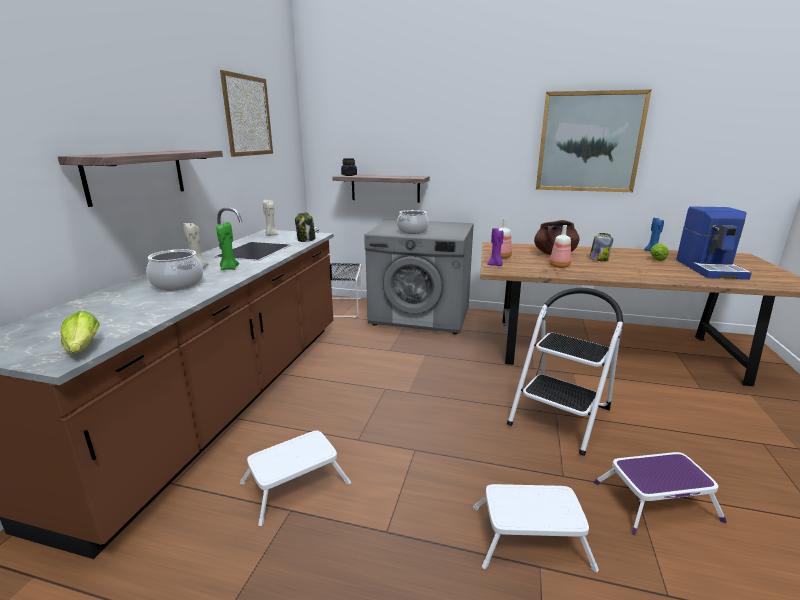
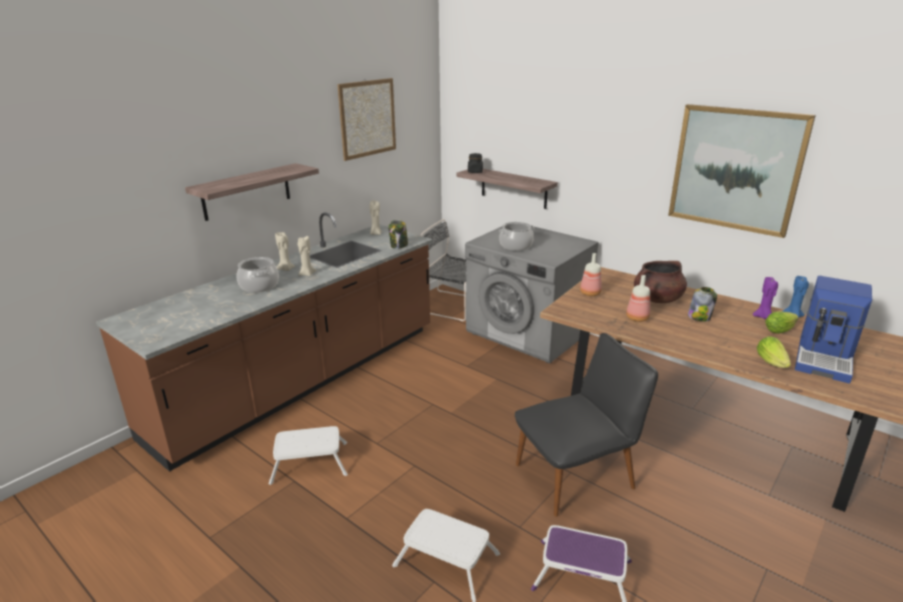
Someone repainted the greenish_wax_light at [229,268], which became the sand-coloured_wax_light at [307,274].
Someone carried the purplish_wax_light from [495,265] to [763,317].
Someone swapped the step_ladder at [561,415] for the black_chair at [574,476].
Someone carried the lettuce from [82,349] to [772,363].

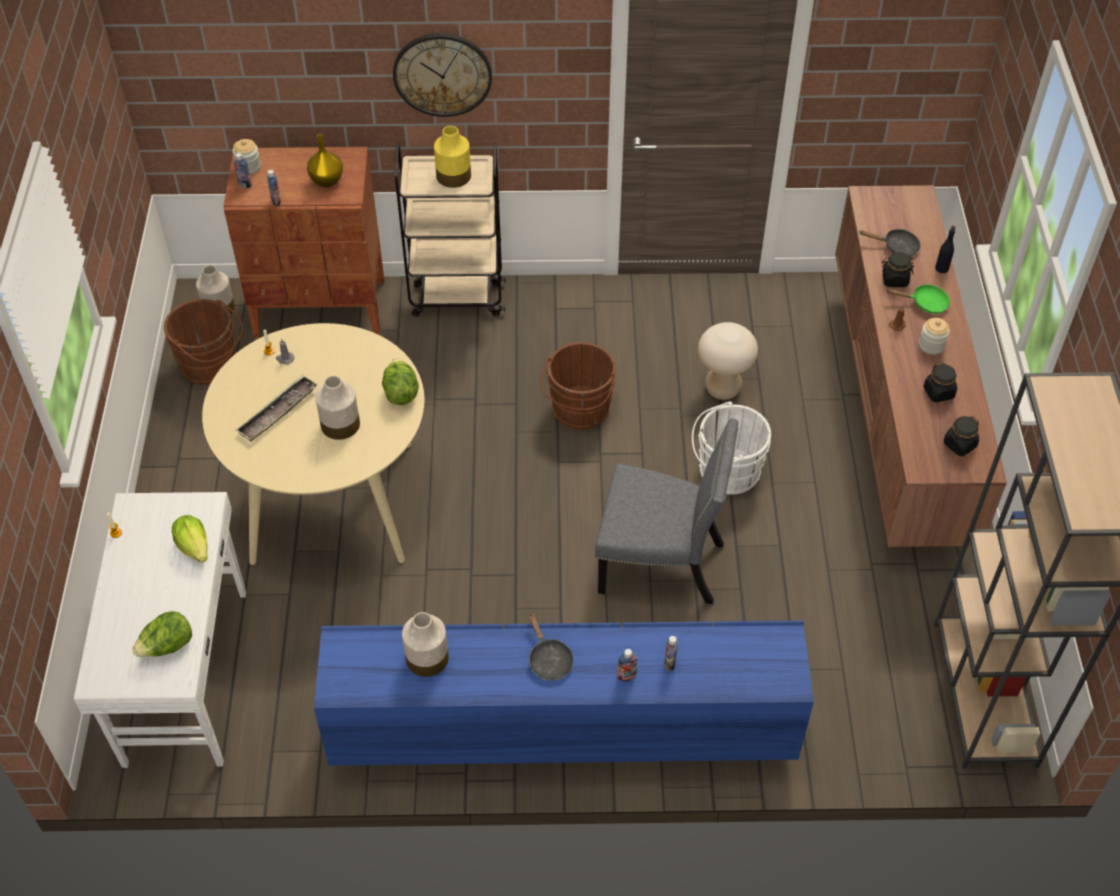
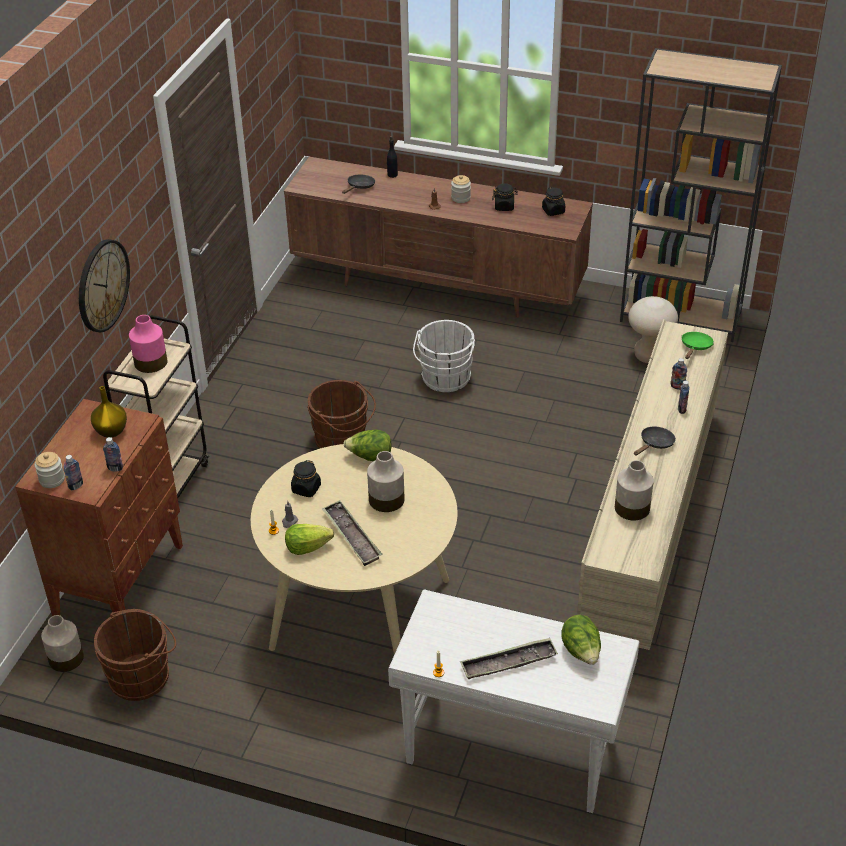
Someone repainted the yellowish_vase at [453,175], which became the pink_vase at [150,362].
Someone carried the black_storage_jar from [894,279] to [306,489].
Someone carried the greenish_frying_pan from [925,303] to [695,347].
Someone carried the sand-coloured_stool from [722,388] to [648,356].
Someone took away the greyish_chair at [659,564].
Someone carried the lettuce from [194,547] to [307,547].
Someone rotated the black_frying_pan at [548,659] by 45 degrees counterclockwise.
Someone repainted the blue-coloured_cabinet at [563,737], which became the sand-coloured_cabinet at [651,522].
Someone put down the serving_tray at [508,662].

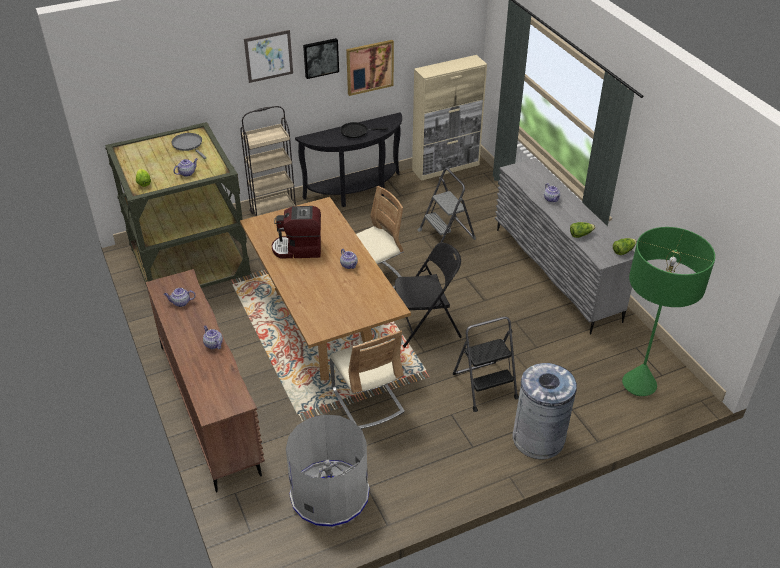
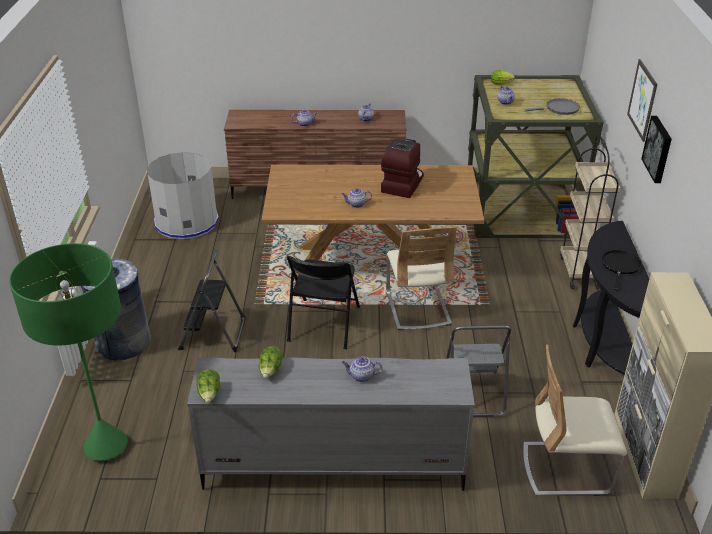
Someone took away the picture at [369,67].
Someone carried the sand-coloured_chair from [367,401] to [566,469].

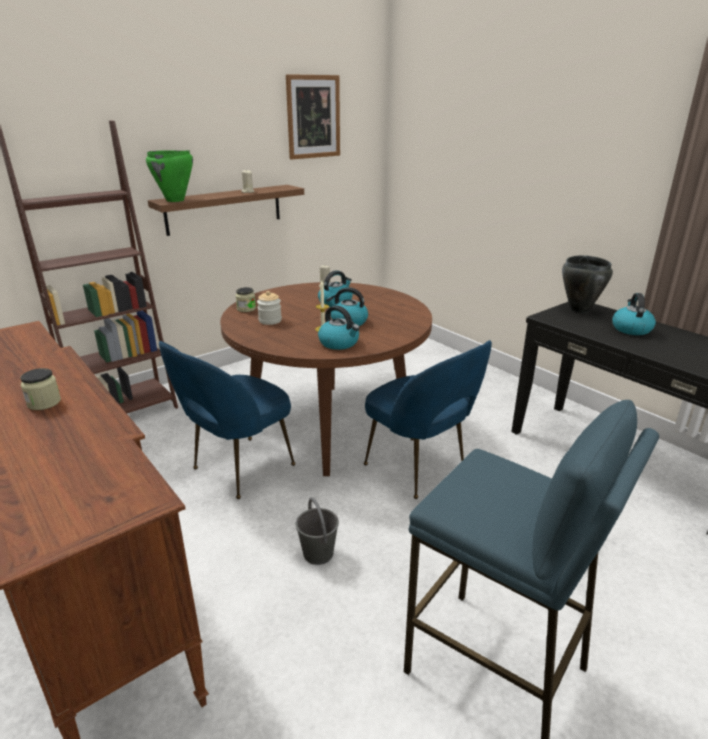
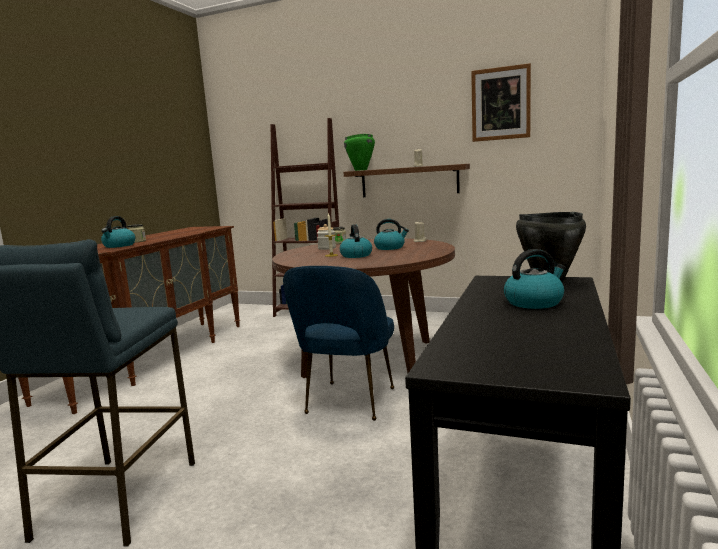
Someone carried the water_kettle from [339,343] to [119,246].
Someone took away the blue-coloured_chair at [237,470].
Someone took away the greyish_bucket at [318,553].

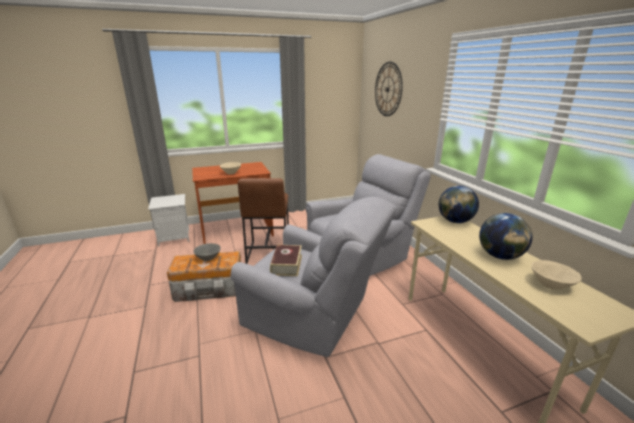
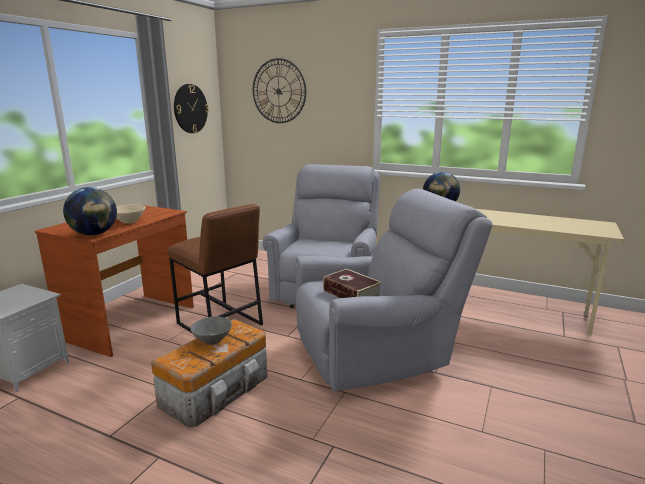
Someone carried the desk_globe from [500,256] to [94,234].
Someone took away the sand-coloured_serving_bowl at [551,285].
Someone put up the hanging_clock at [190,108].

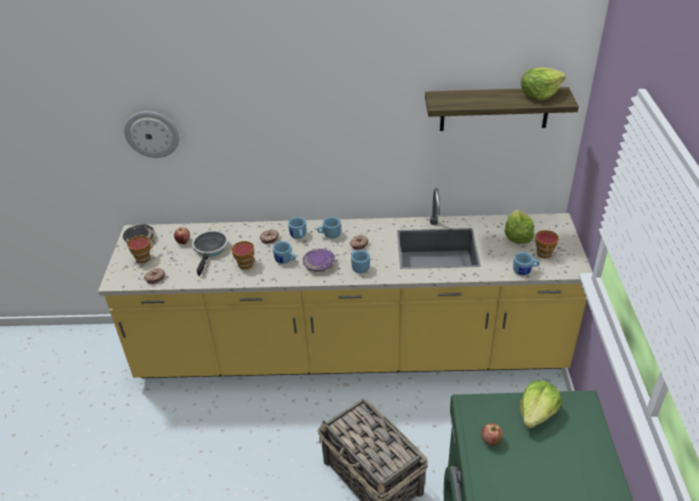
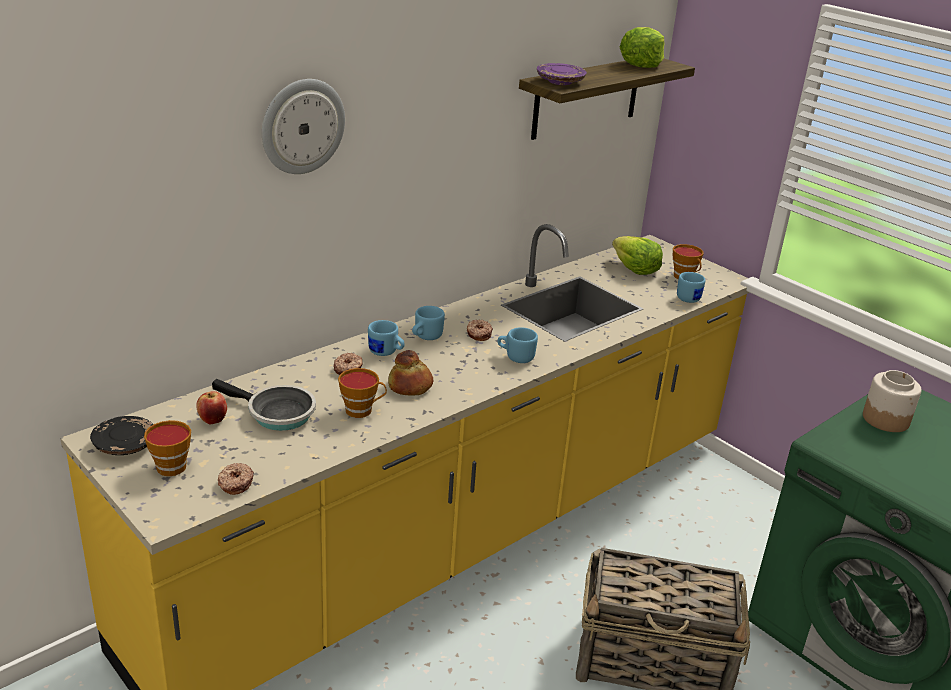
Someone carried the hanging_clock from [152,134] to [302,126].
Someone rotated the frying_pan at [210,250] by 150 degrees clockwise.
Someone swapped the blue-coloured_mug at [285,261] for the bakery_bread at [411,385].
Someone carried the purplish_dinner_plate from [319,265] to [560,82].
Someone swapped the lettuce at [537,413] for the storage_jar at [885,419].
Someone took away the apple at [490,441].

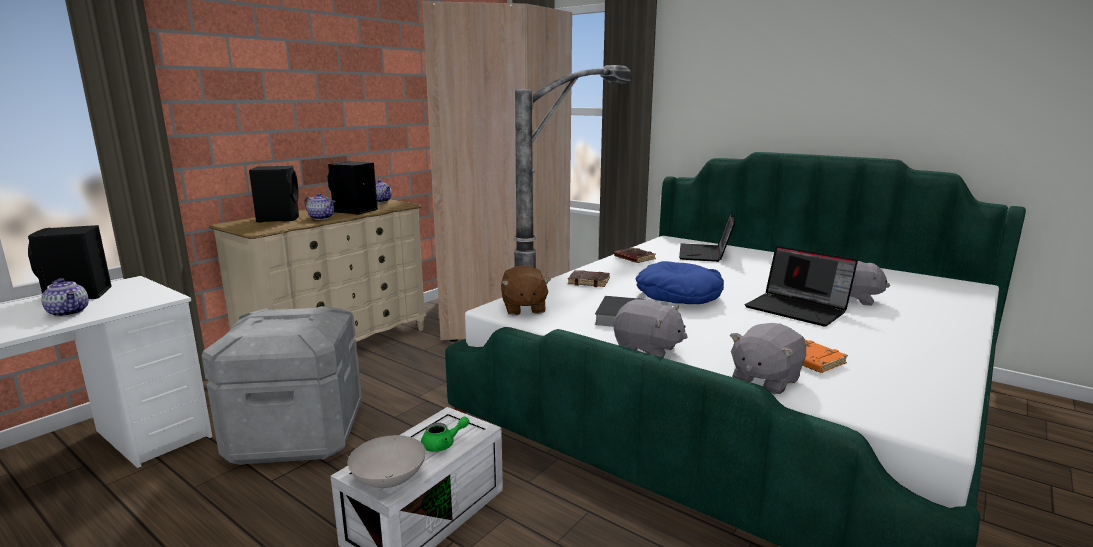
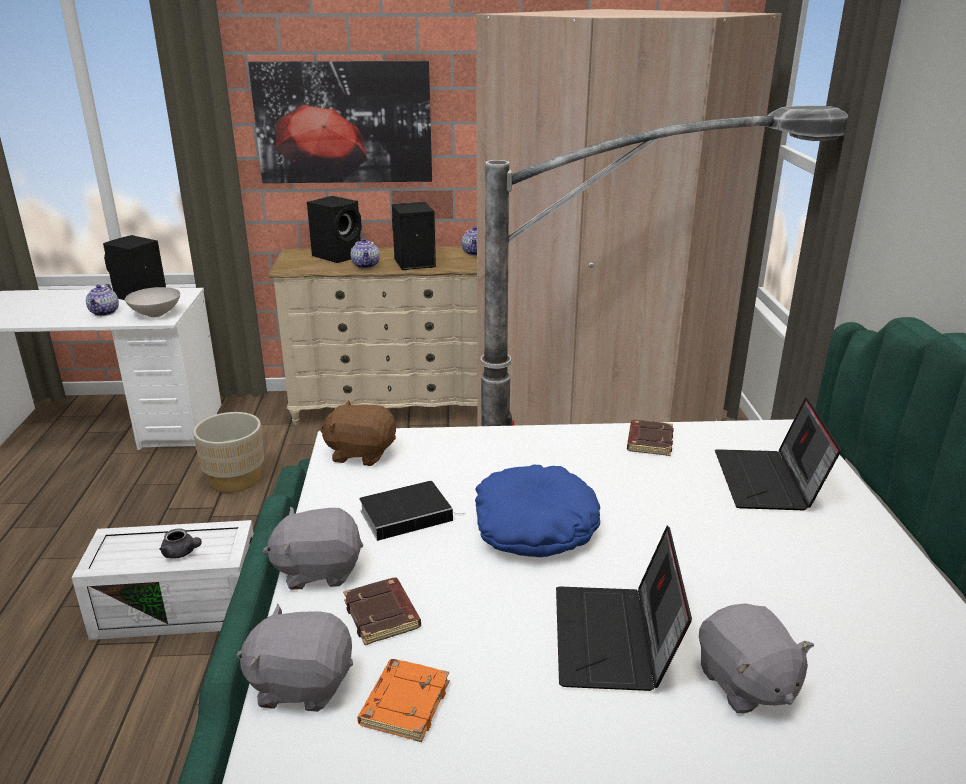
Someone rotated the laptop at [705,254] by 60 degrees counterclockwise.
Someone rotated the brown_plush_toy at [523,308] by 60 degrees clockwise.
Someone carried the brown_book from [589,282] to [383,615].
Someone rotated the greyish_plush_toy at [647,349] by 90 degrees clockwise.
Someone swapped the greyish_storage_box at [296,435] for the sand-coloured_planter at [235,479].
Someone repainted the greenish_tea_pot at [443,444], which became the greyish_tea_pot at [182,553].
Someone carried the whitish_serving_bowl from [390,479] to [157,314].
Someone put up the picture at [344,122].

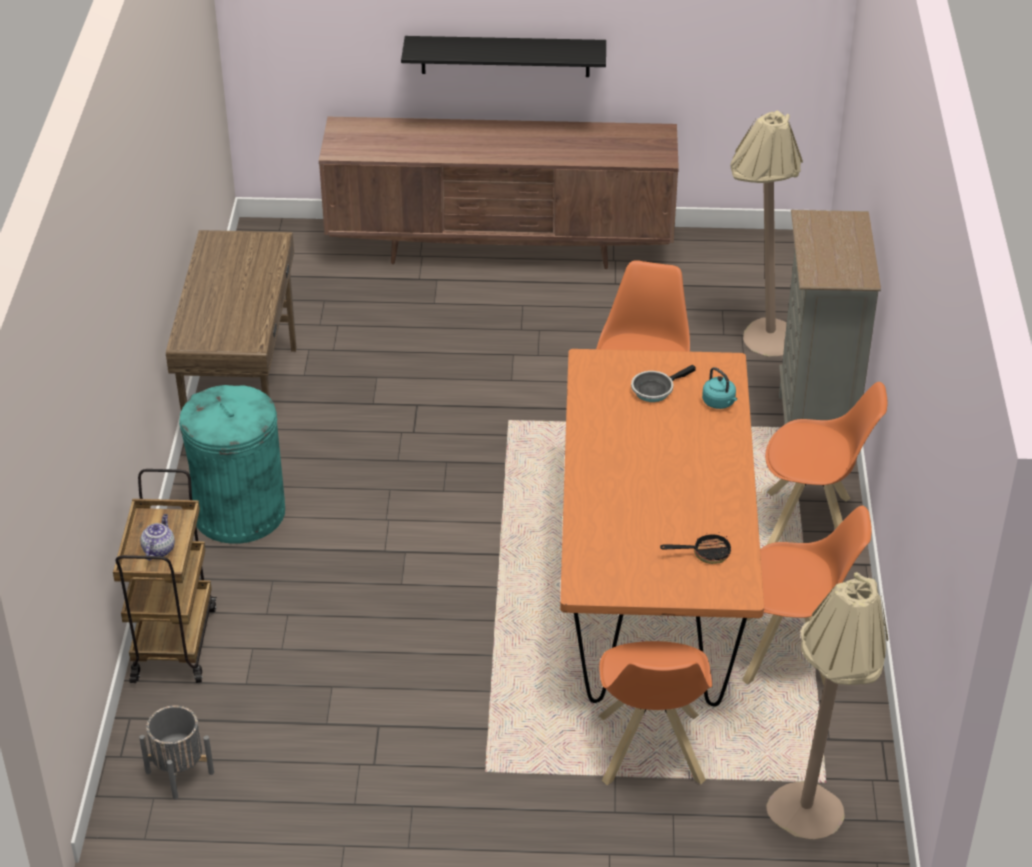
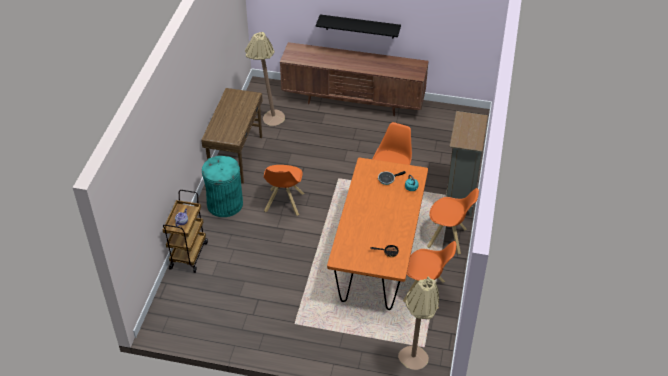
Someone carried the sand-coloured_floor_lamp from [757,340] to [268,118].
Someone carried the orange_chair from [650,751] to [283,203].
Someone took away the greyish_planter at [179,772].

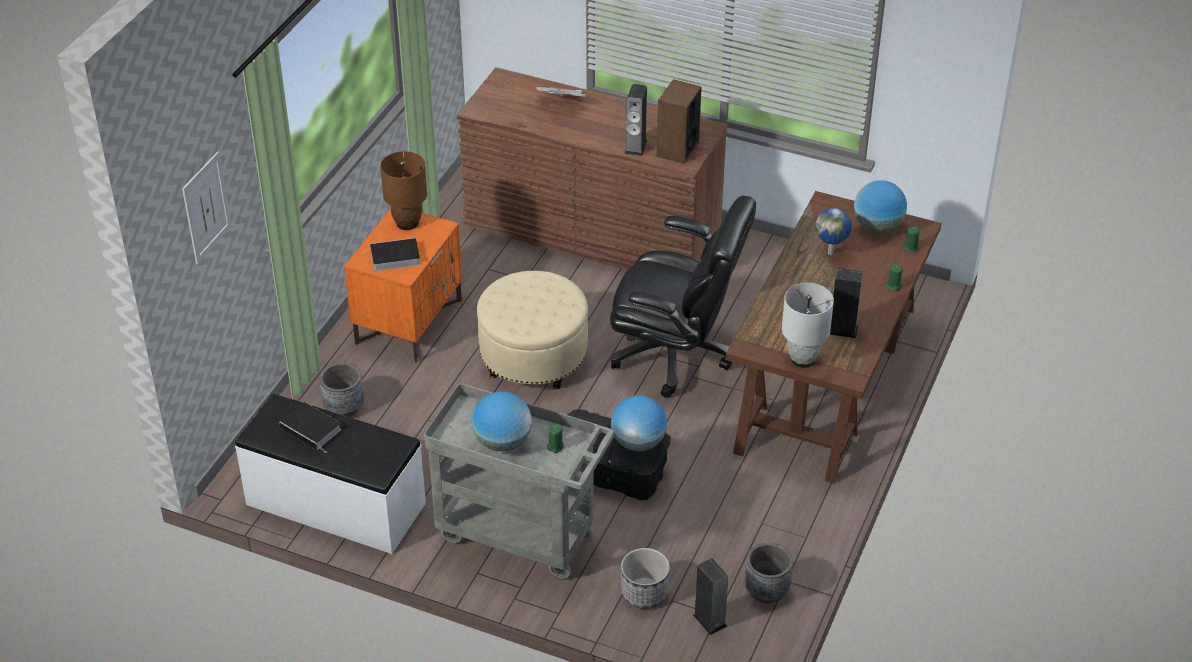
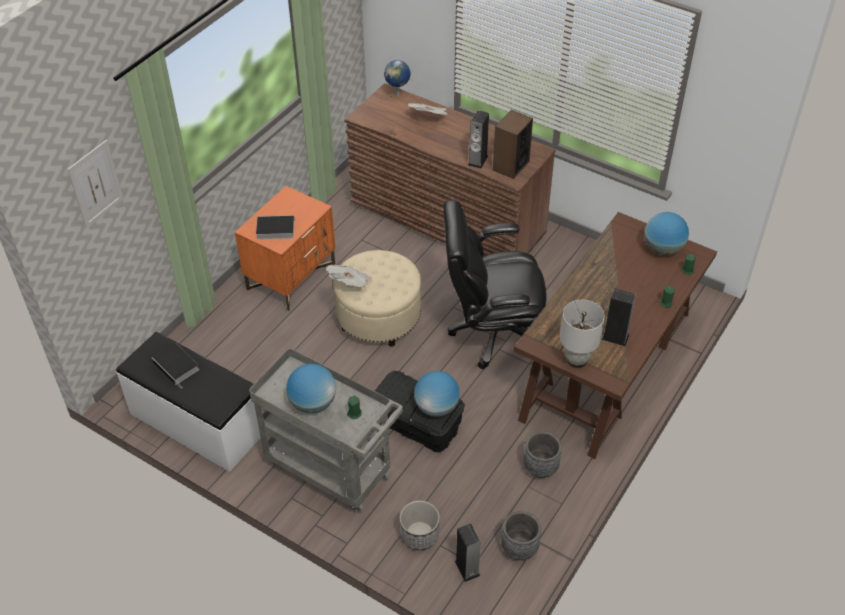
Someone took away the brown_tabletop_lamp at [407,223].
Someone rotated the black_desk_chair at [677,358] by 150 degrees clockwise.
Someone carried the desk_globe from [831,253] to [398,94].
Someone carried the greyish_planter from [344,408] to [540,468].
Someone put down the printed_paper at [350,283].

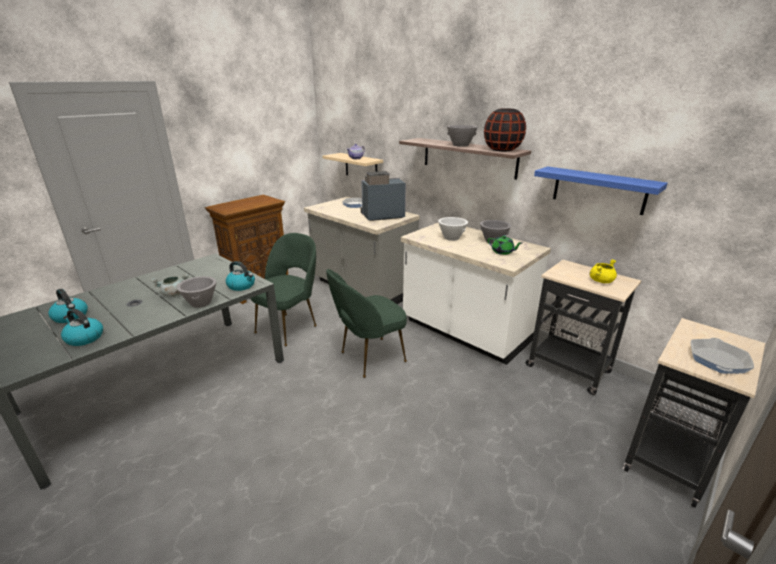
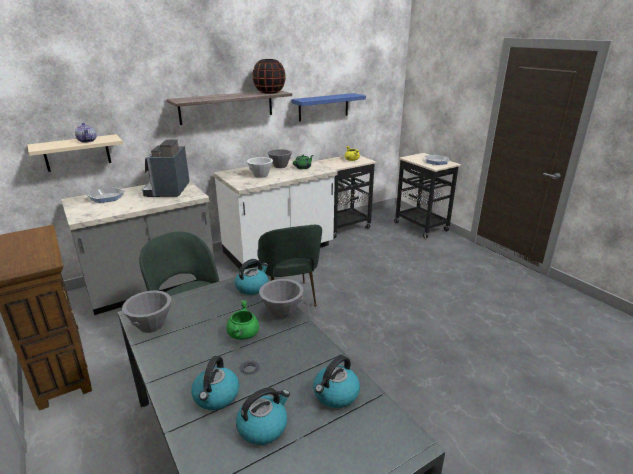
Someone carried the greyish_serving_bowl from [460,145] to [151,325].
Someone repainted the greyish_saucepot at [174,294], which became the greenish_saucepot at [243,335].
Someone put down the water_kettle at [216,396].

